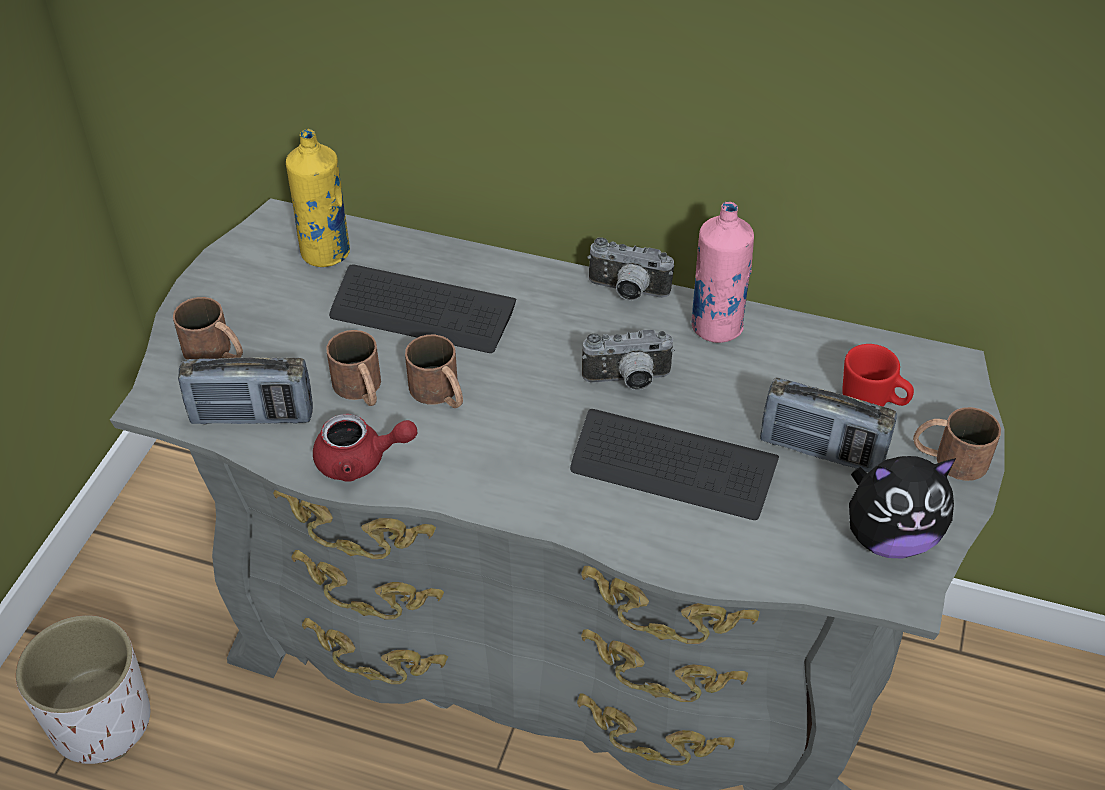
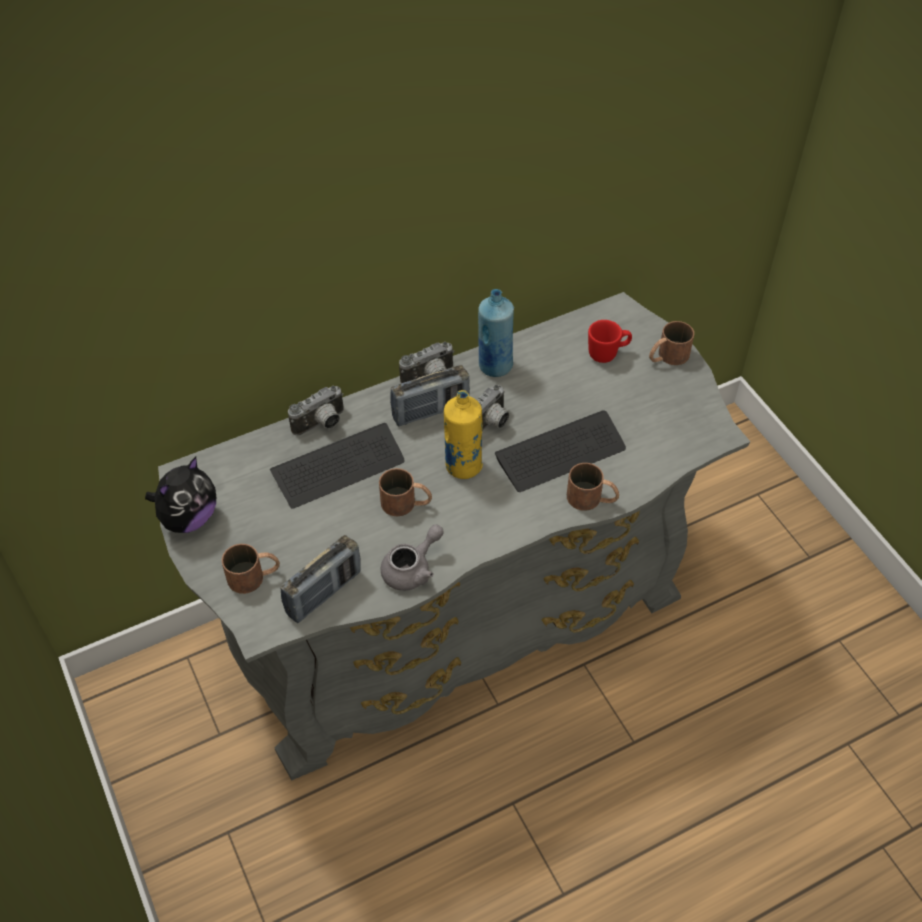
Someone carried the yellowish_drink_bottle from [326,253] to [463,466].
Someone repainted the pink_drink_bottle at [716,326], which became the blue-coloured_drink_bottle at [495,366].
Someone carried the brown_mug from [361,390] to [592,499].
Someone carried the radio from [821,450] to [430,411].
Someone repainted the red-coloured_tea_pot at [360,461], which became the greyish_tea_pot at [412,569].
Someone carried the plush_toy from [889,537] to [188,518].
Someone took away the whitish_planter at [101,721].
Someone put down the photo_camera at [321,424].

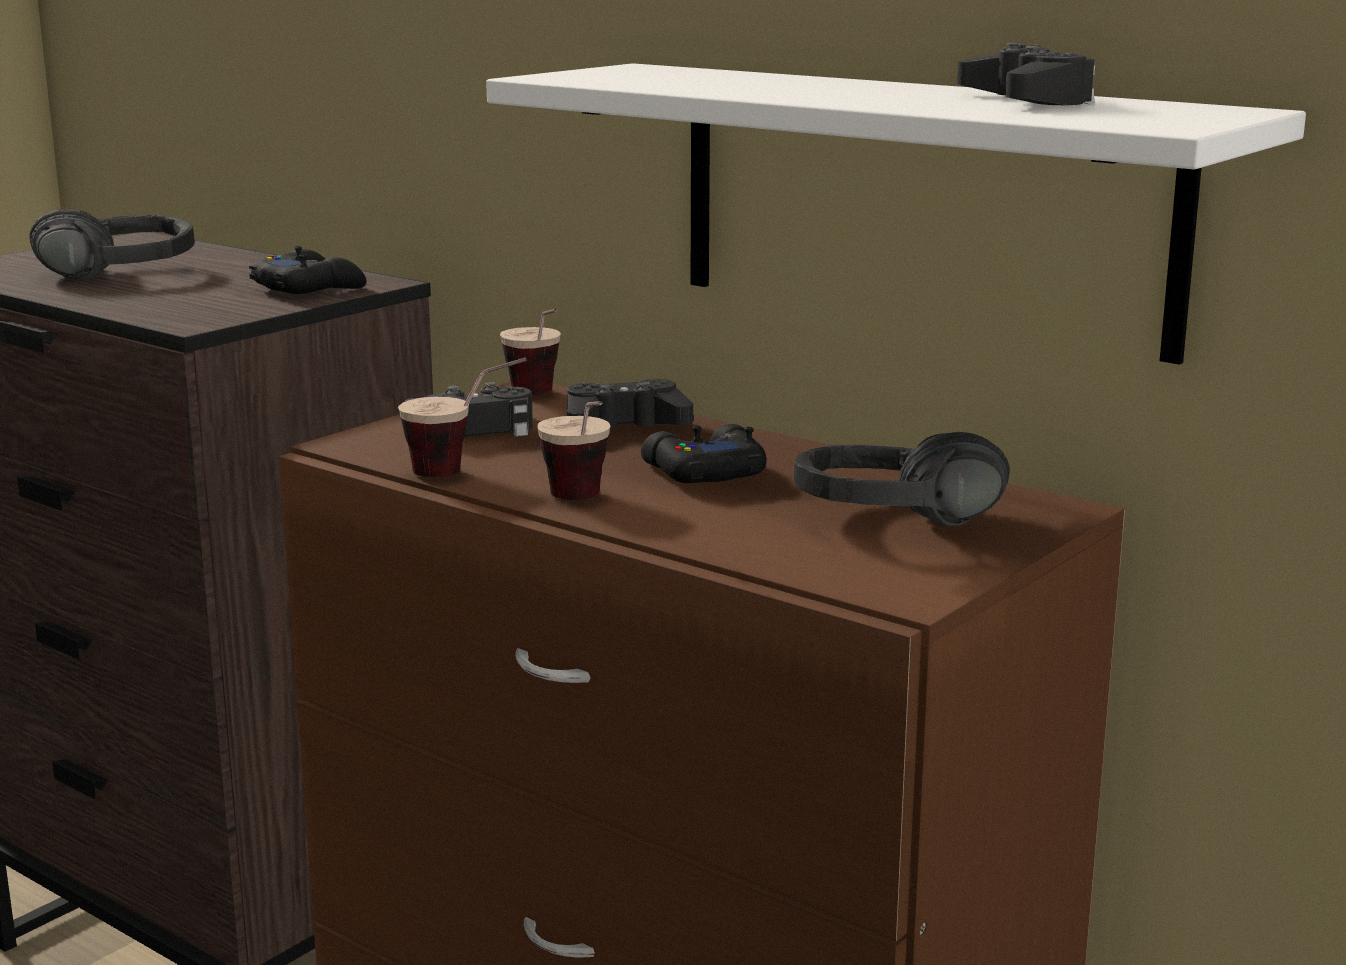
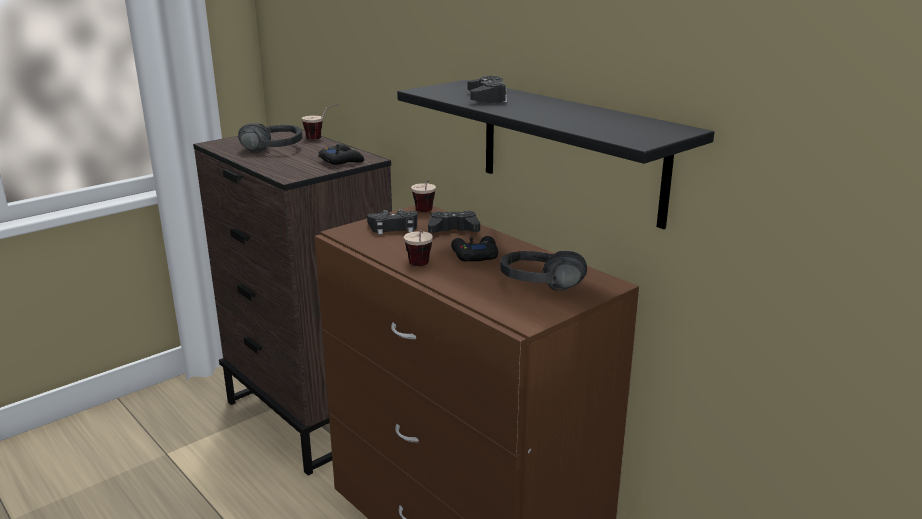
Someone carried the black_game_controller from [1026,99] to [487,98].
Someone repainted the whitish_shelf at [921,204], which became the black_shelf at [570,150].
Someone carried the drinking_cup from [465,472] to [322,138].

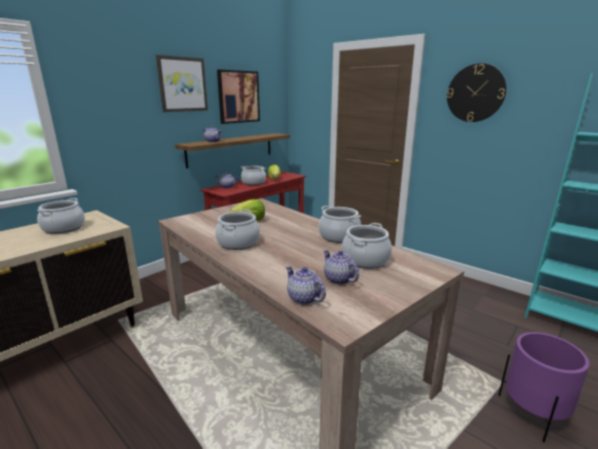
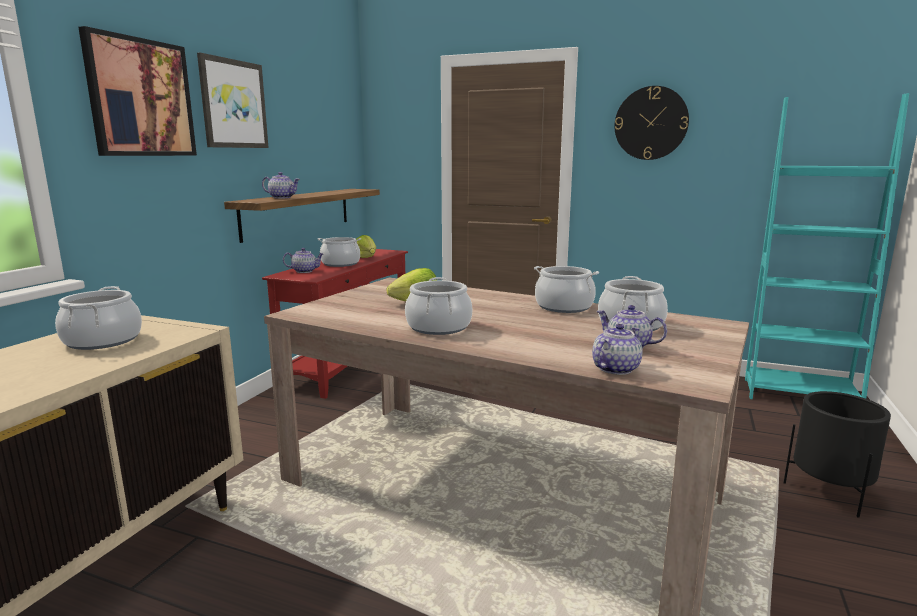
Someone carried the picture from [238,97] to [140,98].
Someone rotated the tea_pot at [303,298] by 105 degrees clockwise.
Someone repainted the purplish_planter at [533,413], which became the black_planter at [829,493].

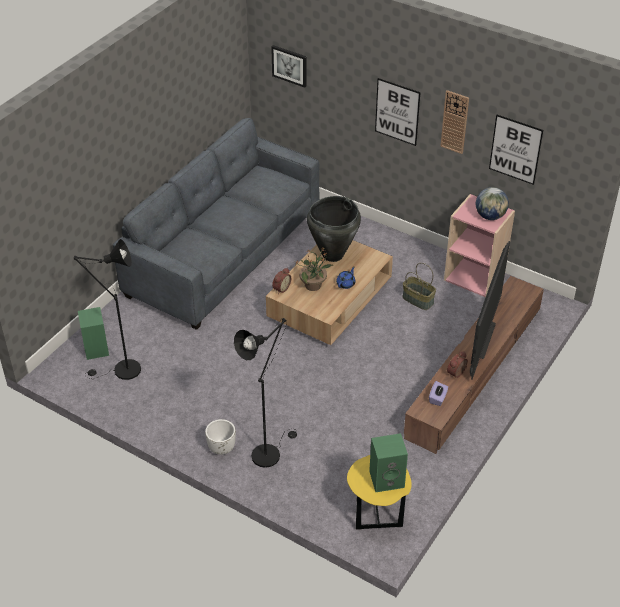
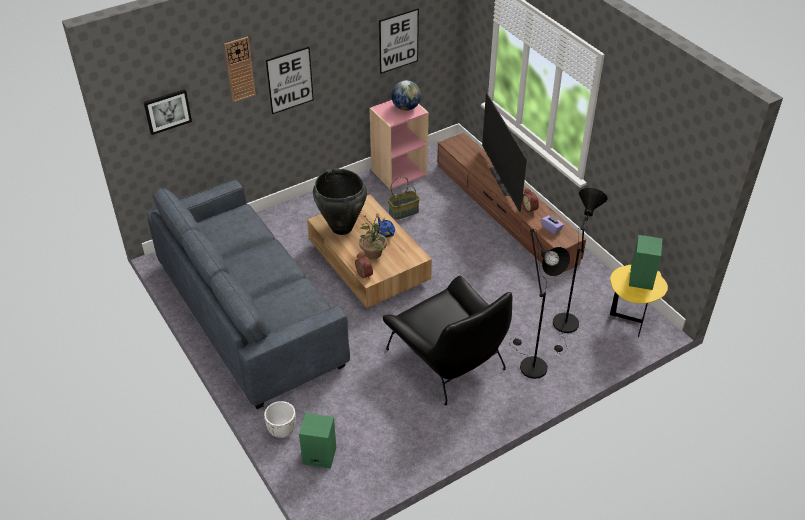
Someone carried the hanging_clock from [455,122] to [239,69].
Someone carried the black_floor_lamp from [122,371] to [565,327].
Someone rotated the television at [484,340] by 150 degrees counterclockwise.
Someone carried the whitish_planter from [221,448] to [281,430].
Someone put down the black_lounge_chair at [447,358].

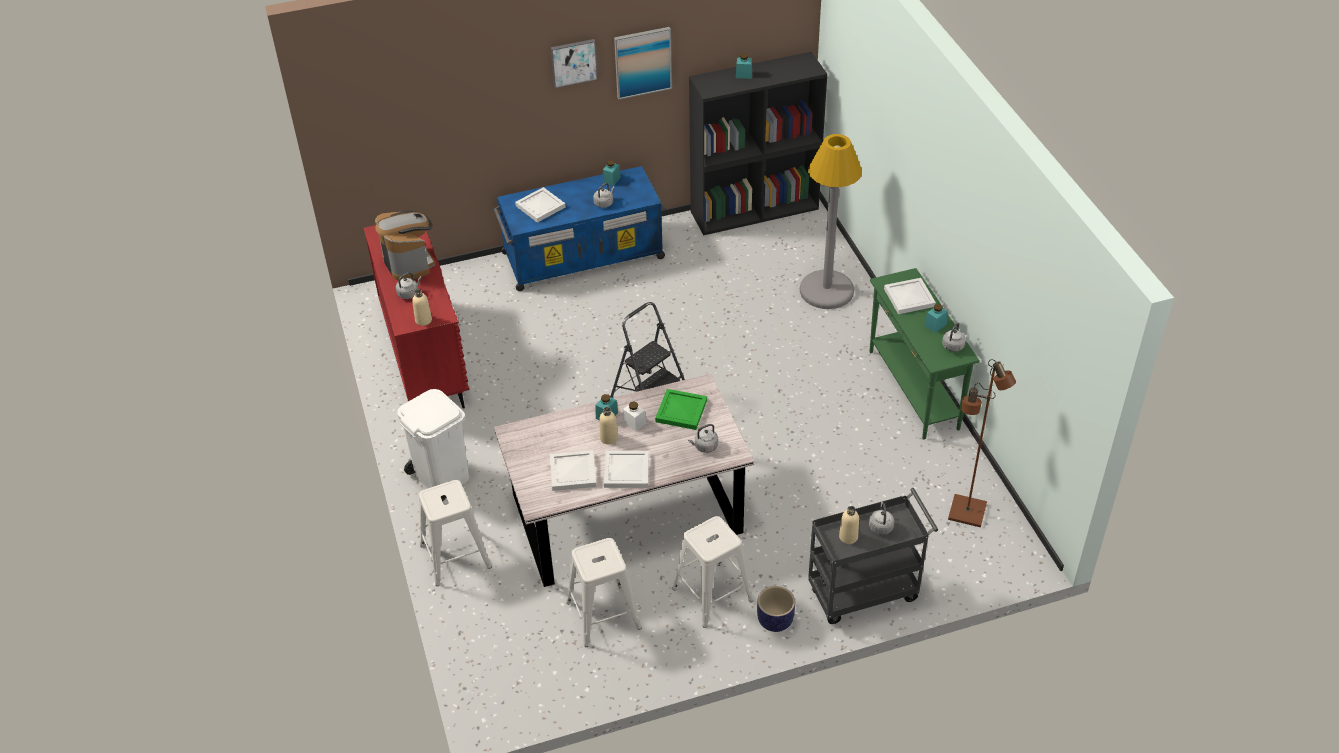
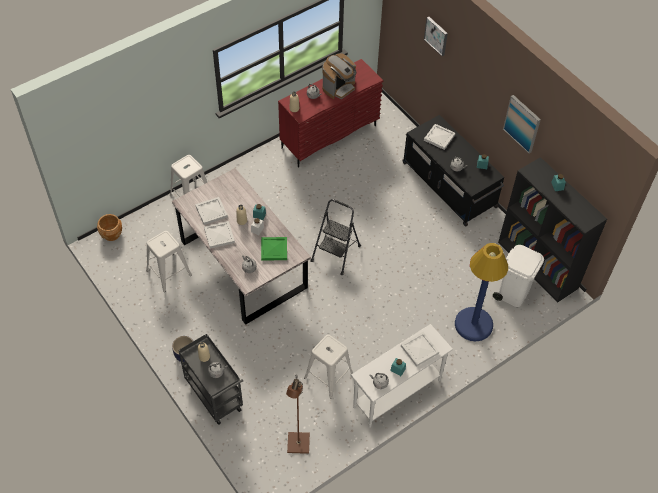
Someone carried the picture from [573,62] to [436,35].
Someone repainted the greyish_floor_lamp at [826,290], which became the blue-coloured_floor_lamp at [473,324].
Someone repainted the blue-coloured_cabinet at [584,256], which became the black_cabinet at [449,185].
Someone repainted the greenish_hall_table at [915,390], which became the whitish_hall_table at [397,394].
Someone carried the whitish_waste_bin from [441,477] to [513,292].
Someone carried the whitish_stool from [712,594] to [328,376].
Someone put down the brown_planter at [111,234].

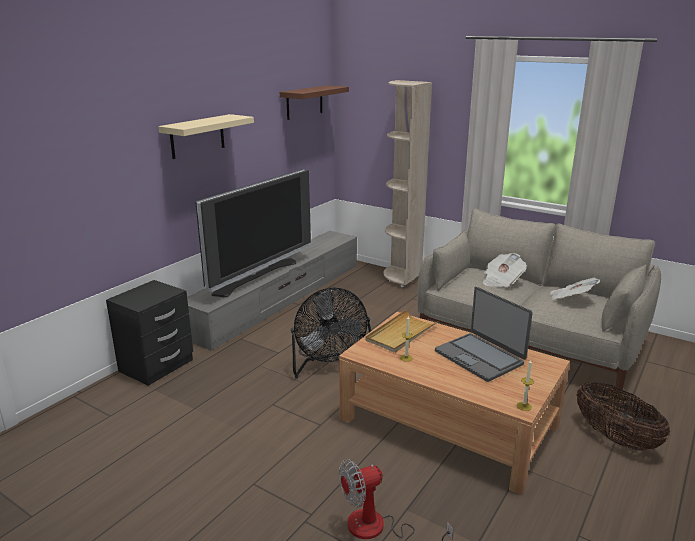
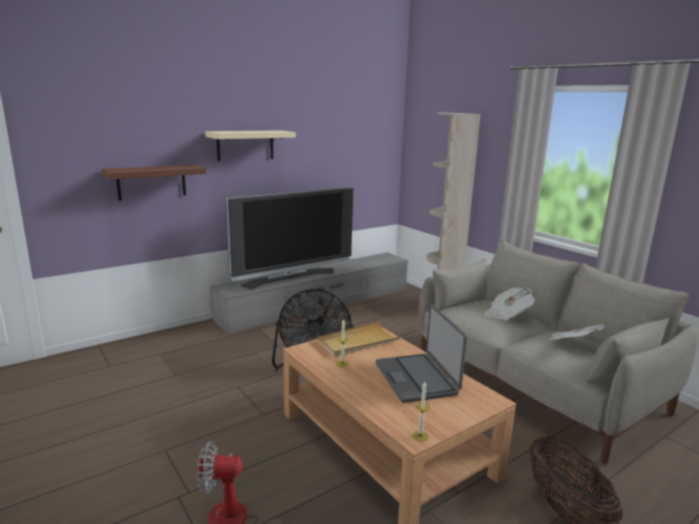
Someone carried the brown_shelf from [304,102] to [152,182].
Someone took away the black_nightstand at [156,366].

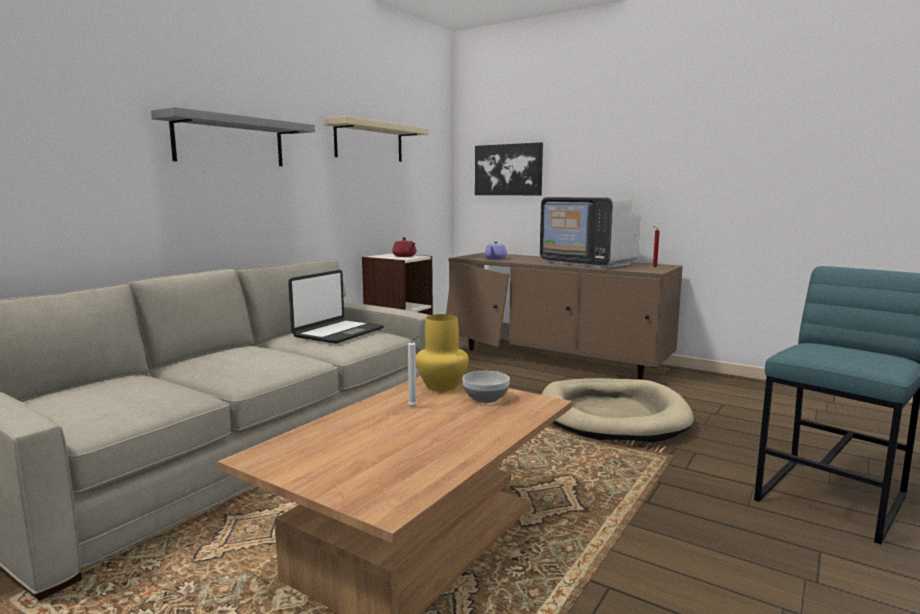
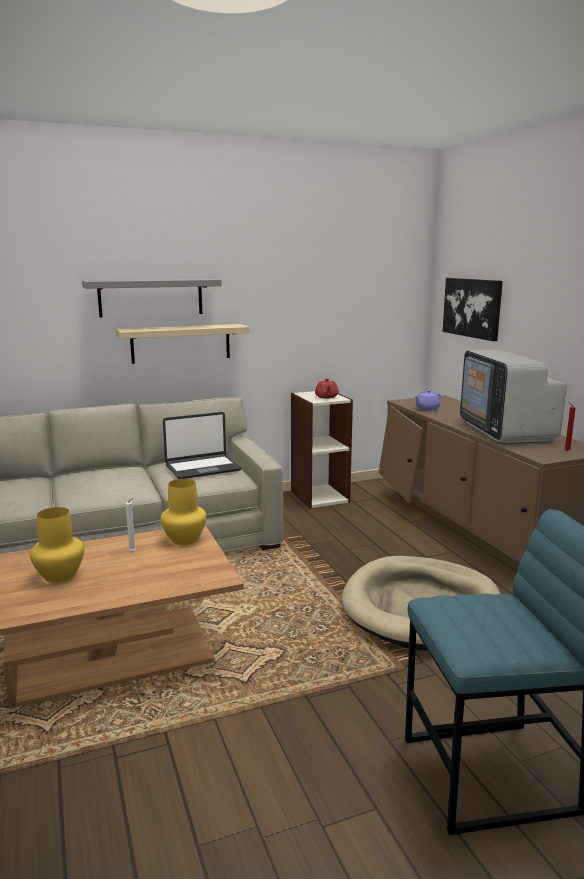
Someone carried the sand-coloured_shelf from [369,142] to [181,343].
Someone took away the serving_bowl at [486,398].
Someone put down the yellowish_vase at [60,576].

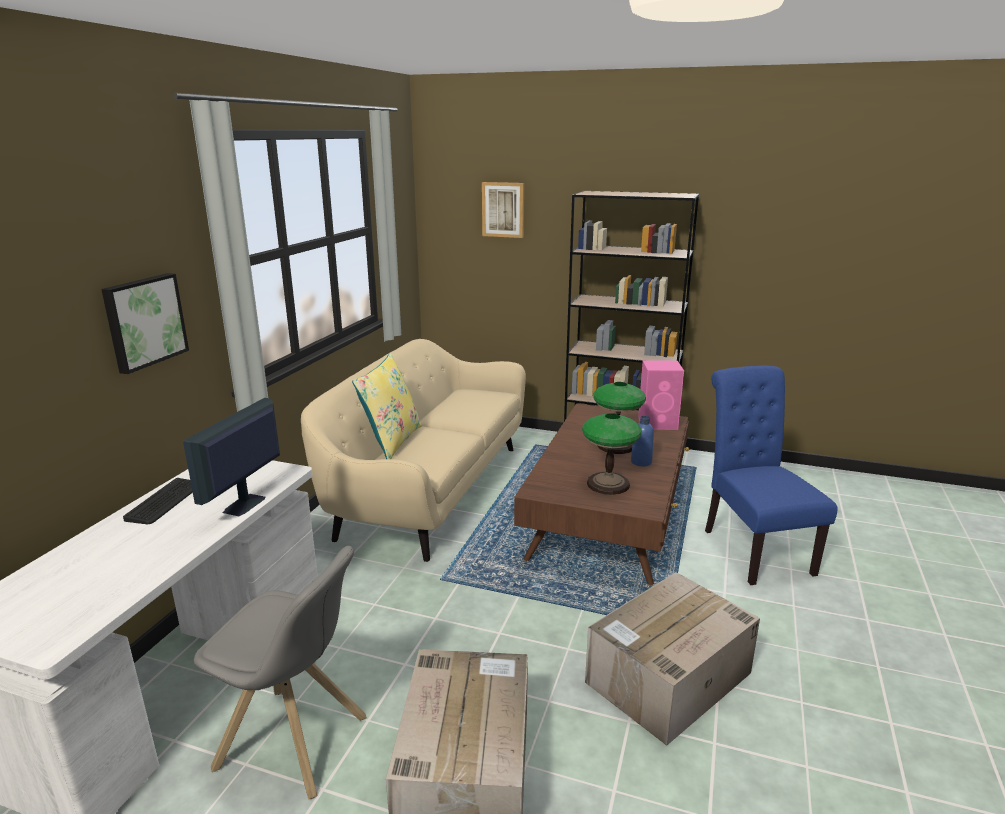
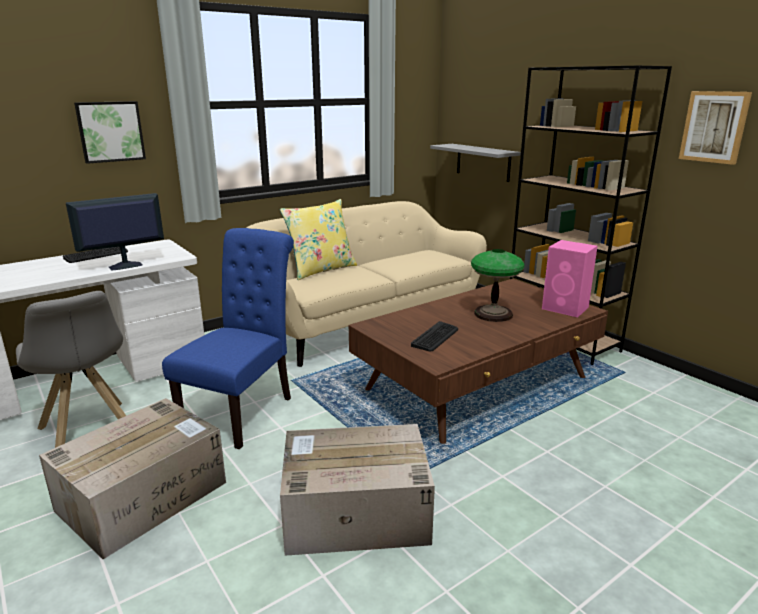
Someone carried the picture from [503,209] to [714,127].
Someone carried the blue-coloured_chair from [752,548] to [243,411].
Someone swapped the tabletop_lamp at [607,484] for the keyboard at [435,337].
Someone took away the blue-coloured_drink_bottle at [641,462].
Someone put up the greyish_shelf at [483,162].

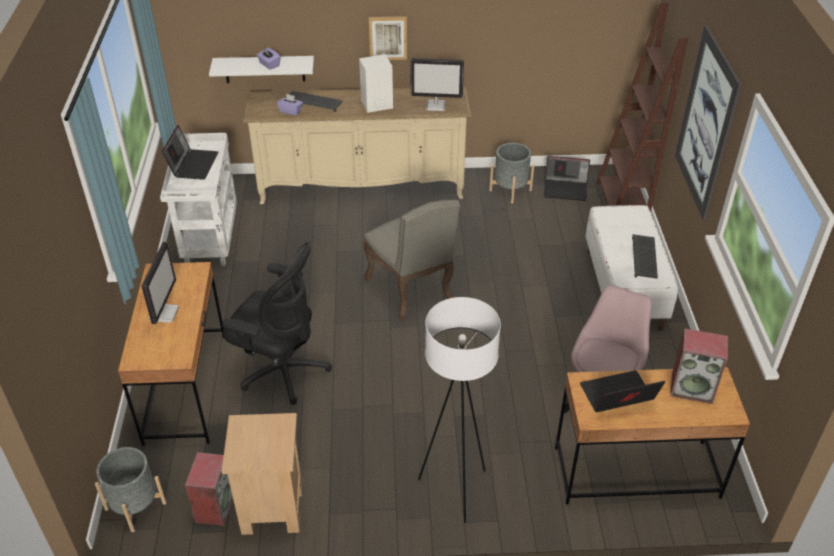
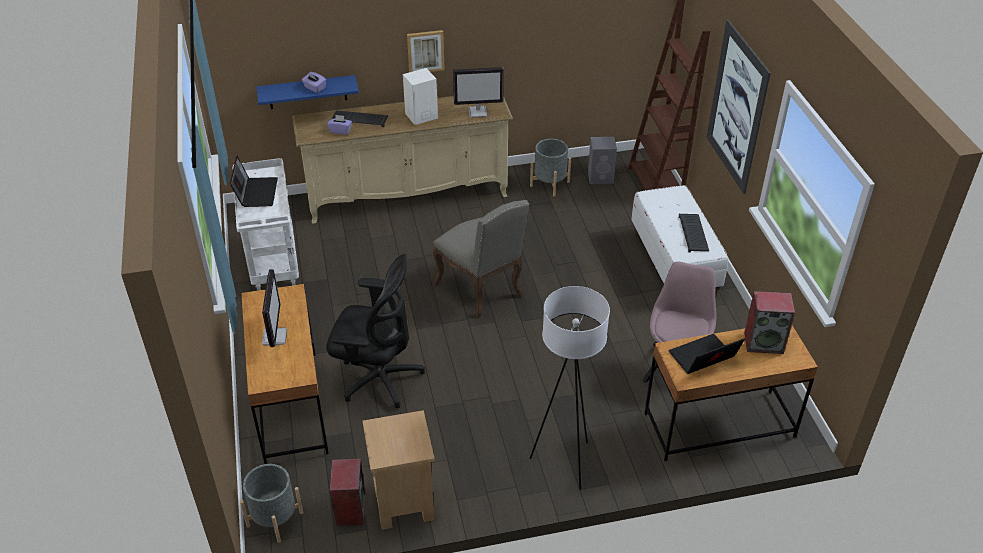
Someone repainted the whitish_shelf at [264,69], which became the blue-coloured_shelf at [307,92].
Someone swapped the laptop at [566,189] for the greyish_speaker at [601,177].

